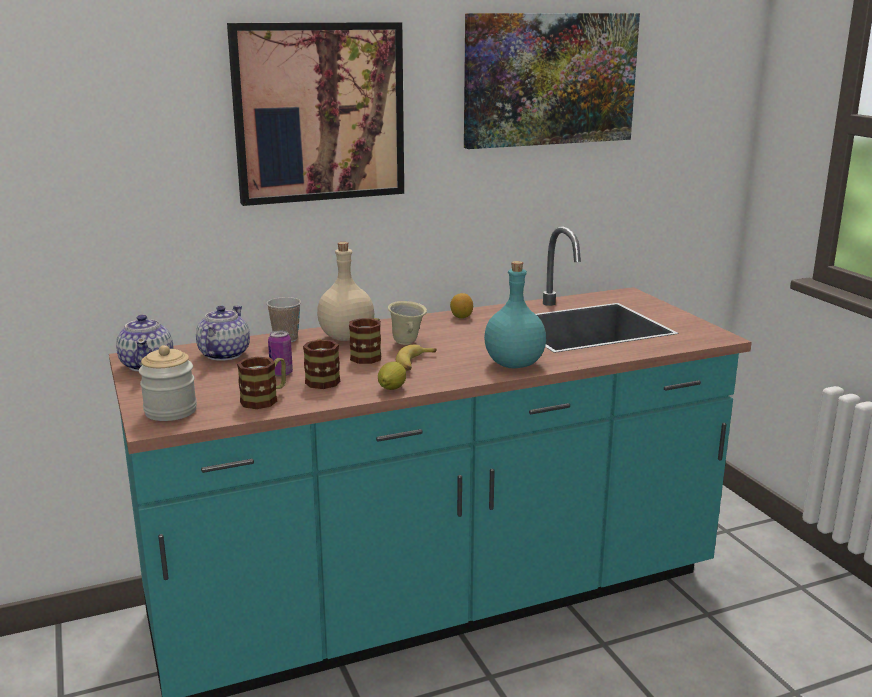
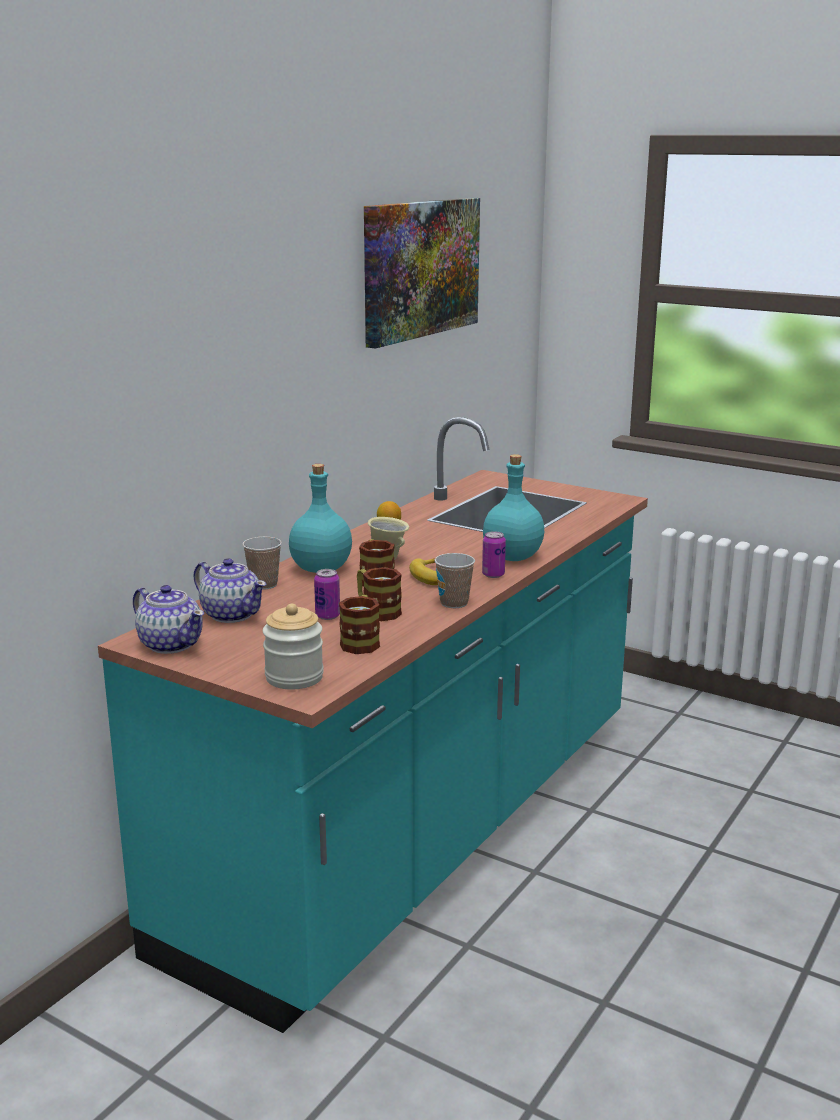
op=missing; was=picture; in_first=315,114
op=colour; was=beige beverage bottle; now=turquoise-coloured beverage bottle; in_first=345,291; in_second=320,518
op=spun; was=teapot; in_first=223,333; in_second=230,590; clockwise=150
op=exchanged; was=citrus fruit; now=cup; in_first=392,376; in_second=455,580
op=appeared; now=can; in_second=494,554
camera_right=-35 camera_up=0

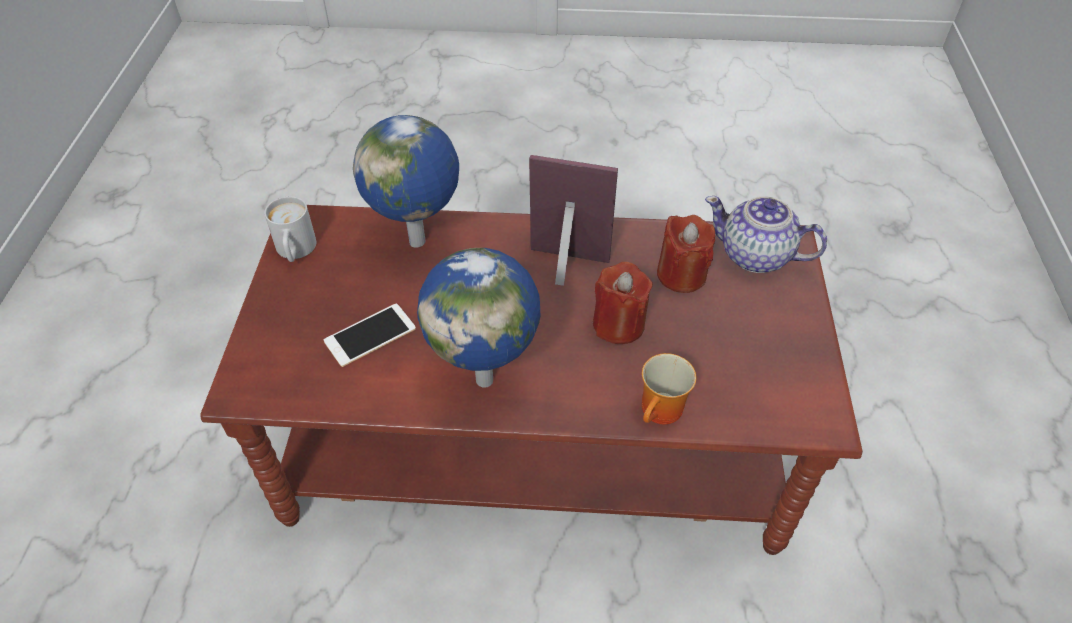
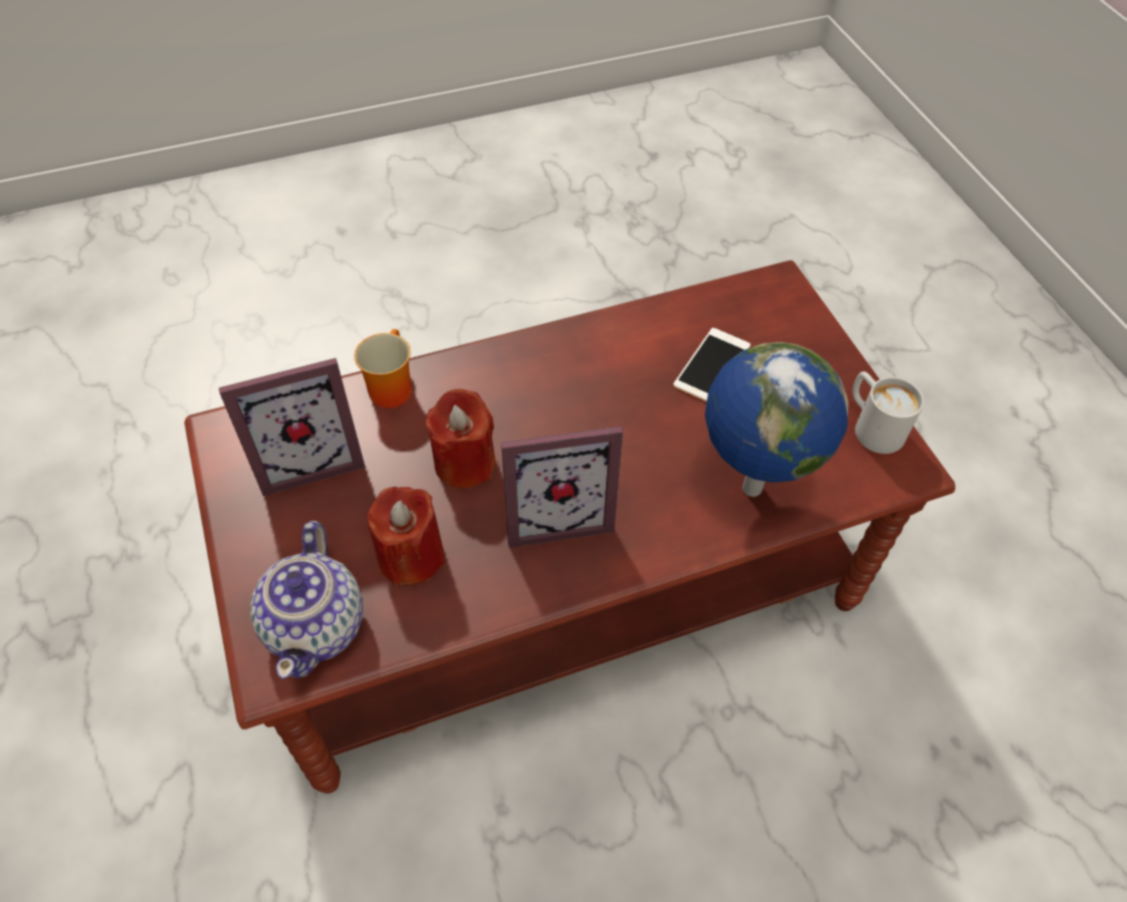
op=spun; was=teapot; in_first=766,234; in_second=306,600; clockwise=90
op=missing; was=world globe; in_first=478,318
op=appeared; now=standing frame; in_second=292,427
camera_right=155 camera_up=5

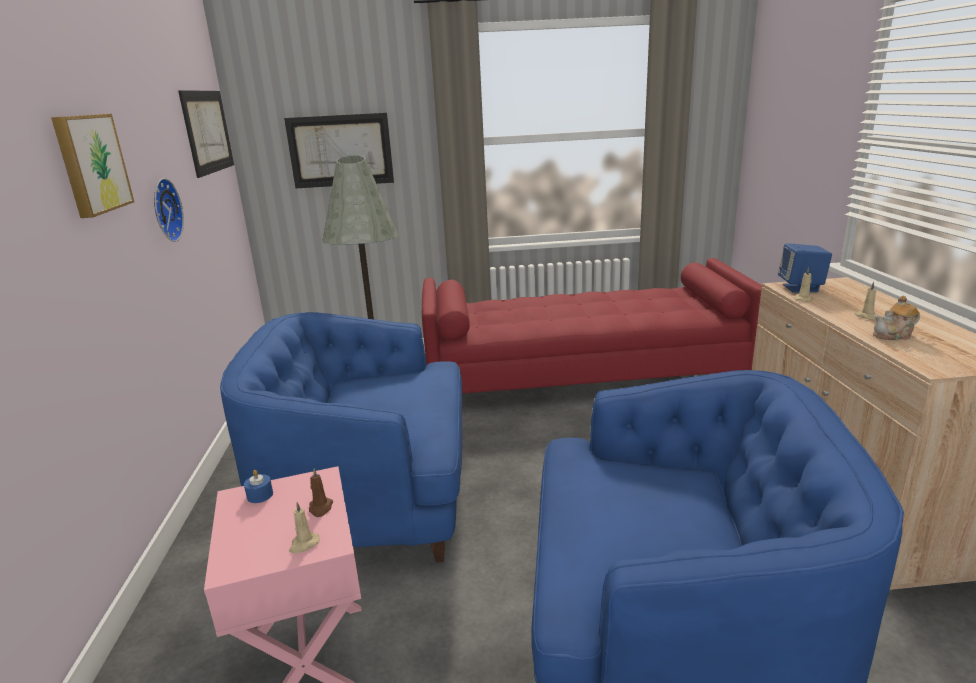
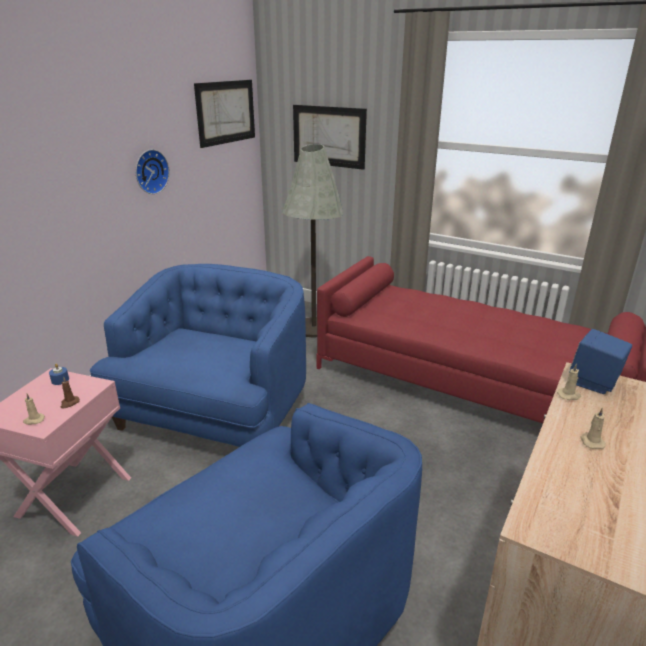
op=missing; was=picture; in_first=92,166
op=missing; was=teapot; in_first=896,318
op=spun; was=blue lounge chair; in_first=341,437; in_second=198,355; clockwise=75
camera_right=35 camera_up=5

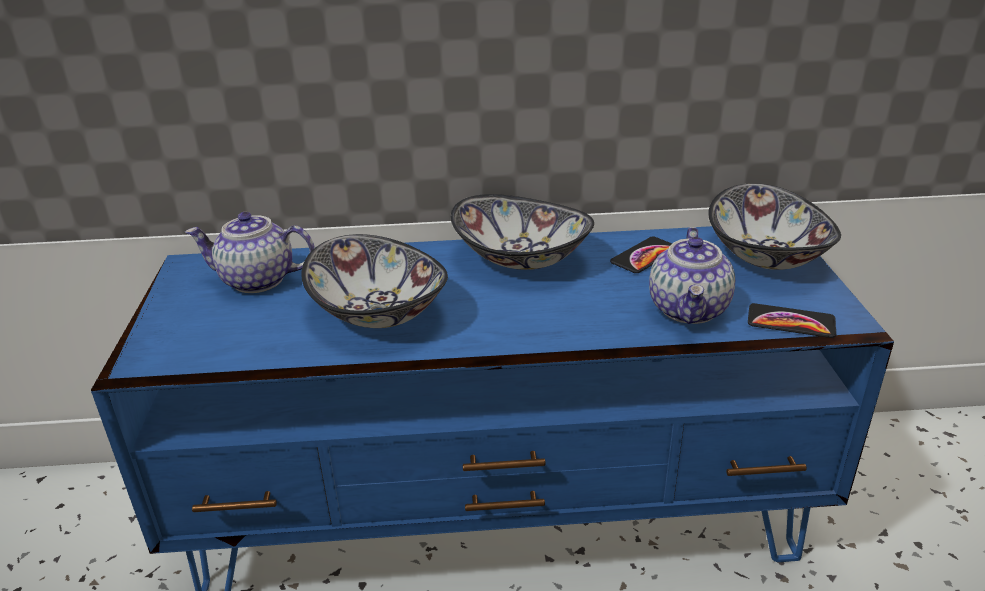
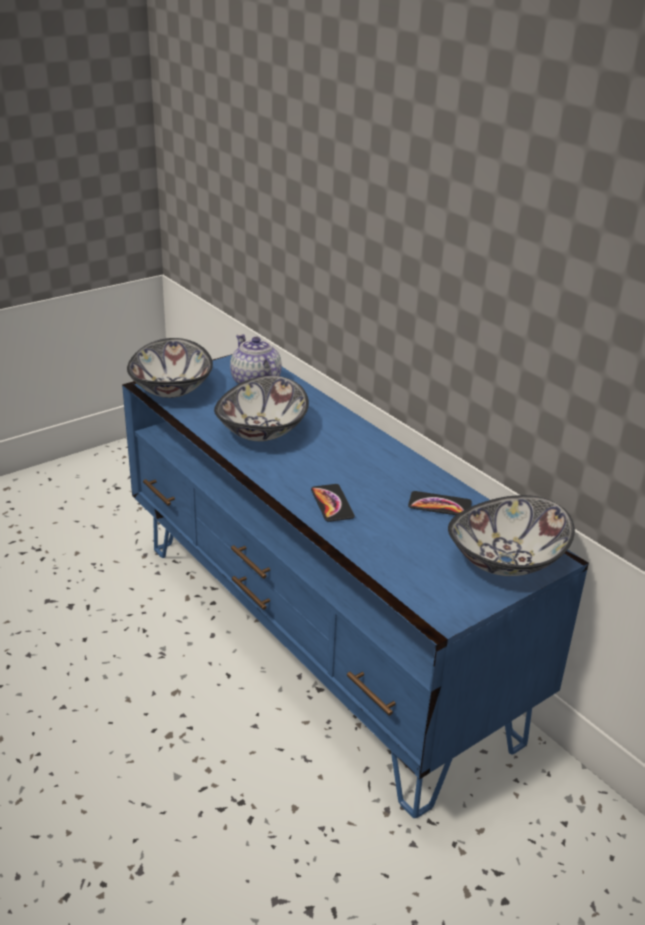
op=relocated; was=bowl; in_first=522,232; in_second=170,368
op=missing; was=teapot; in_first=692,275
op=relocated; was=telephone; in_first=792,320; in_second=333,503
camera_right=55 camera_up=0

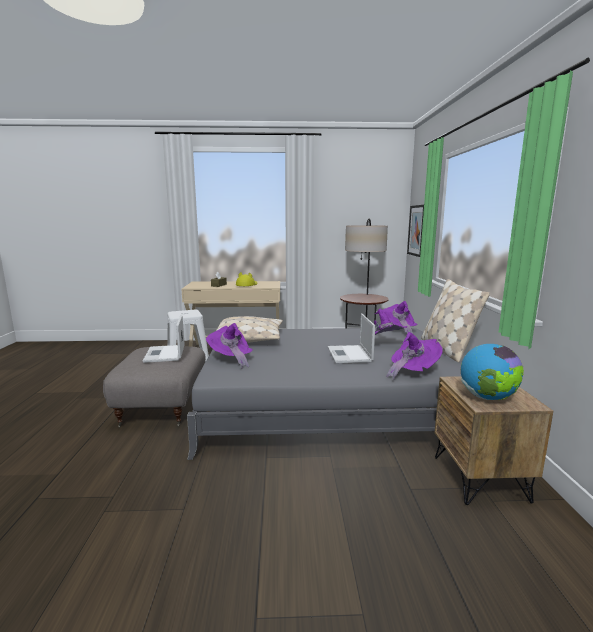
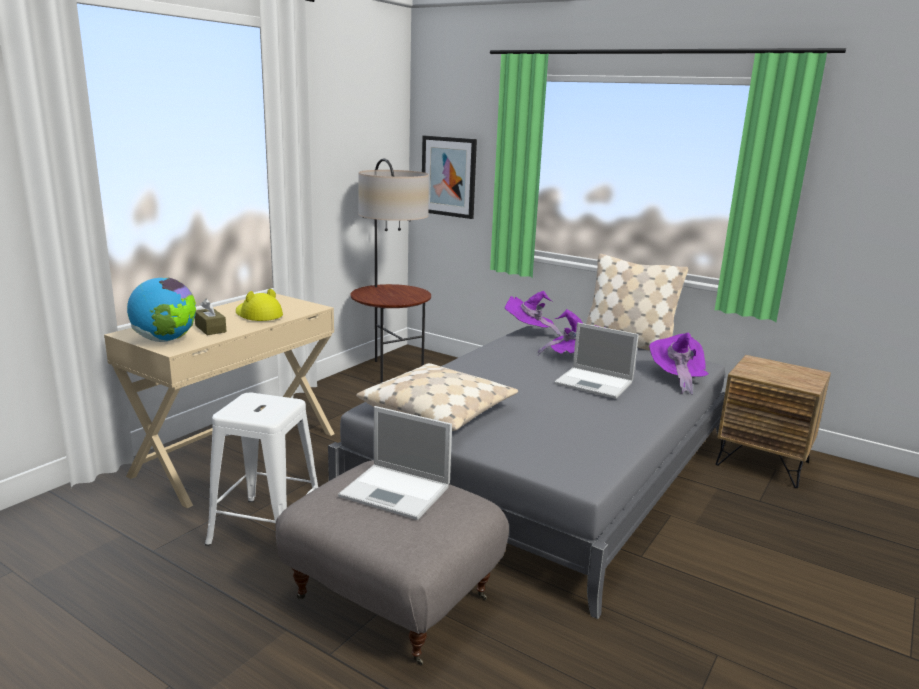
op=missing; was=purple-coloured hat; in_first=229,346
op=relocated; was=world globe; in_first=492,372; in_second=161,309
camera_right=-55 camera_up=5

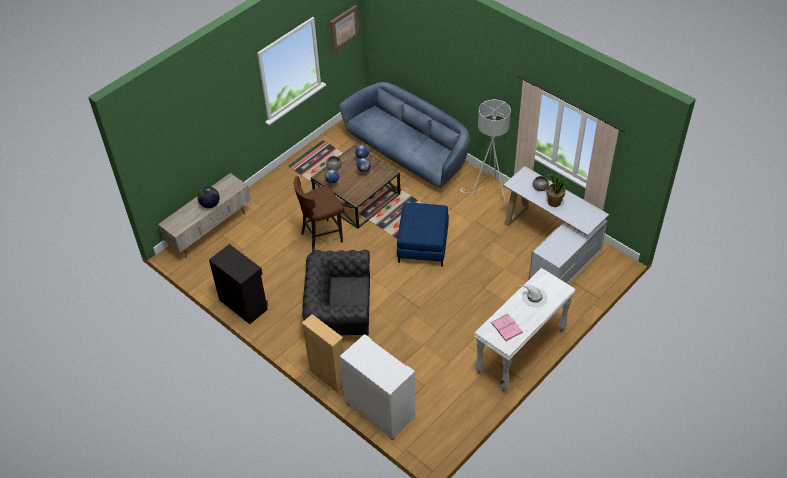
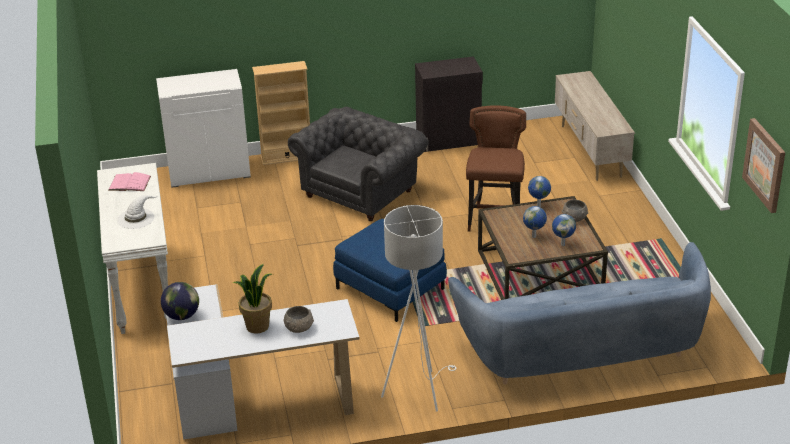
op=relocated; was=world globe; in_first=209,197; in_second=180,301
camera_right=125 camera_up=-15

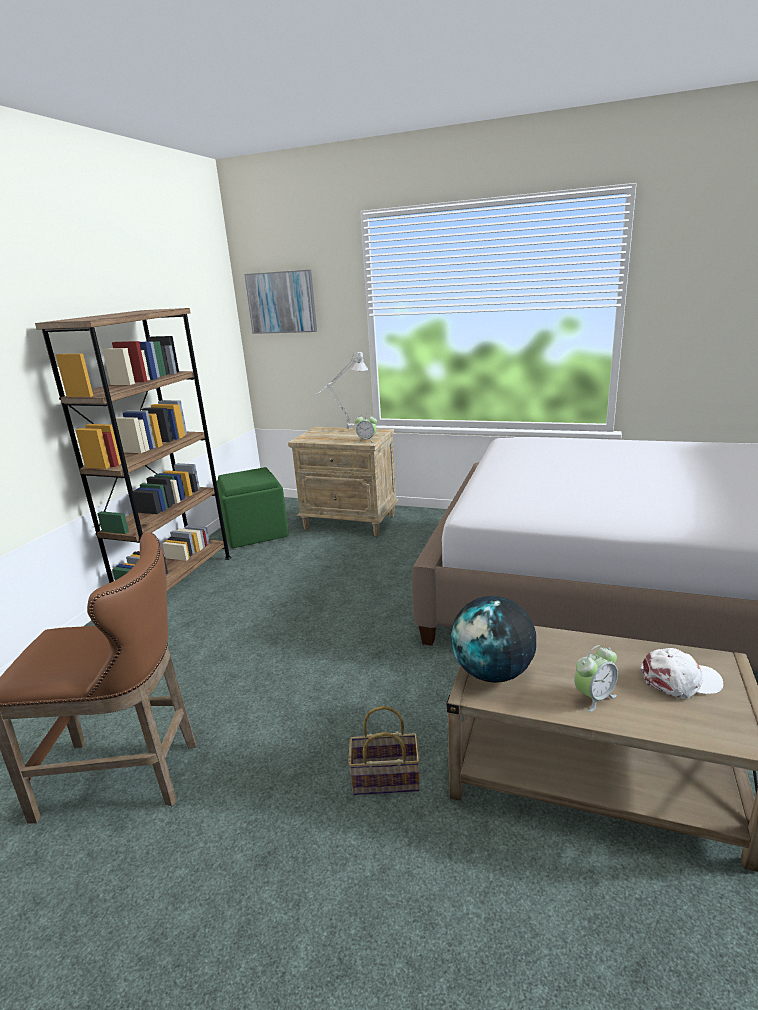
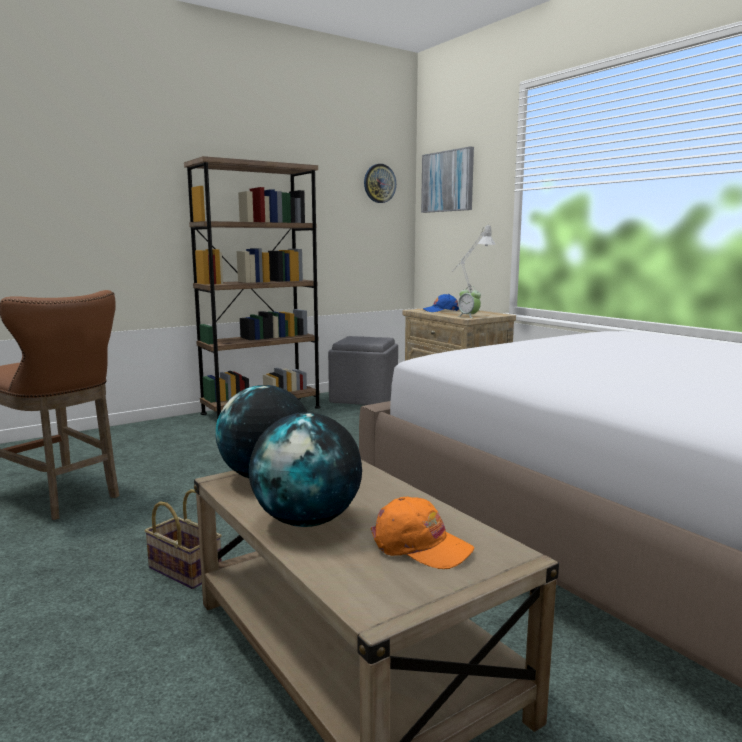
op=colour; was=green-coloured footrest; now=greyish footrest; in_first=252,507; in_second=363,370
op=exchanged; was=bedside clock; now=world globe; in_first=596,678; in_second=305,469
op=colour; was=white baseball cap; now=orange baseball cap; in_first=681,673; in_second=422,533
op=appeared; now=hanging clock; in_second=380,183
op=appeared; now=blue baseball cap; in_second=441,303
camera_right=35 camera_up=-10

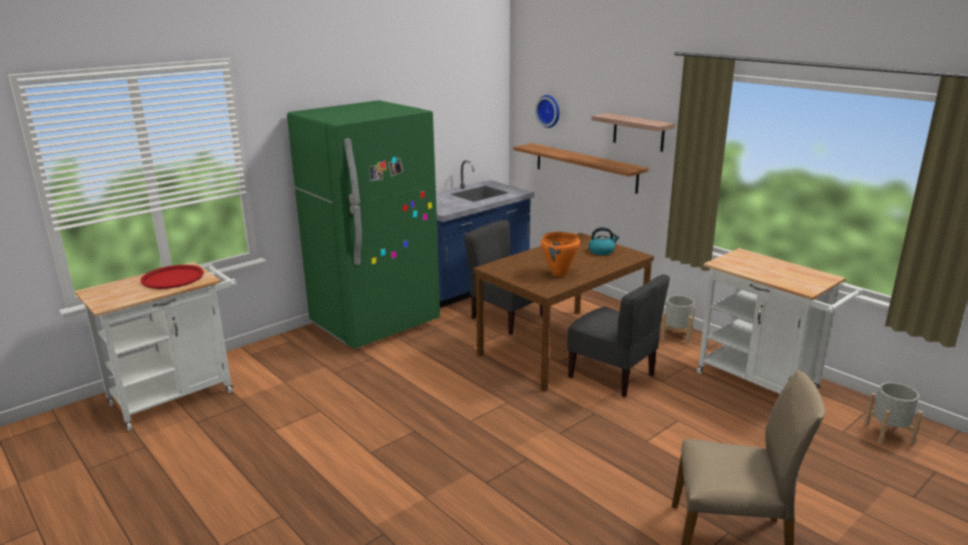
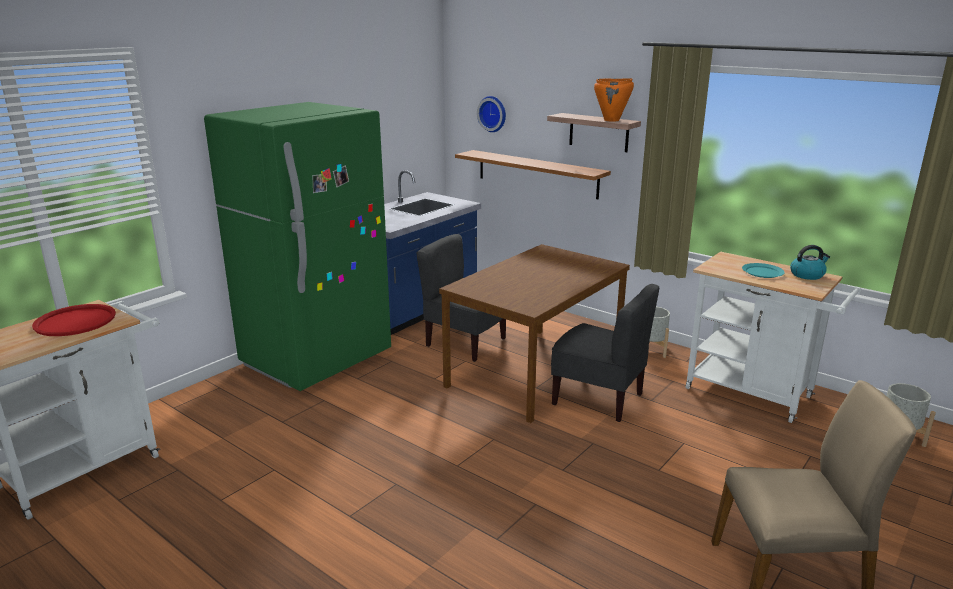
op=relocated; was=kettle; in_first=604,241; in_second=810,262
op=relocated; was=orange cooking pot; in_first=560,254; in_second=614,100
op=appeared; now=turquoise-coloured plate; in_second=763,270
camera_right=-10 camera_up=0

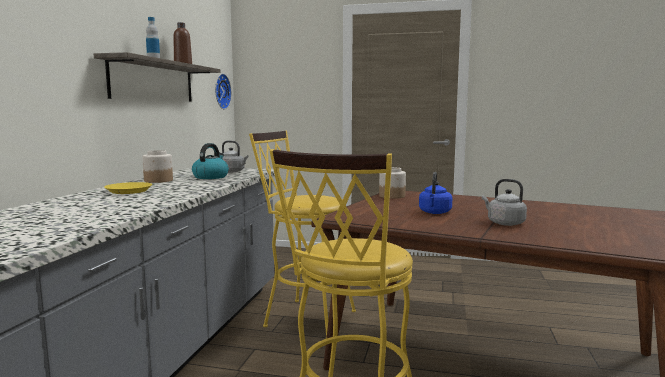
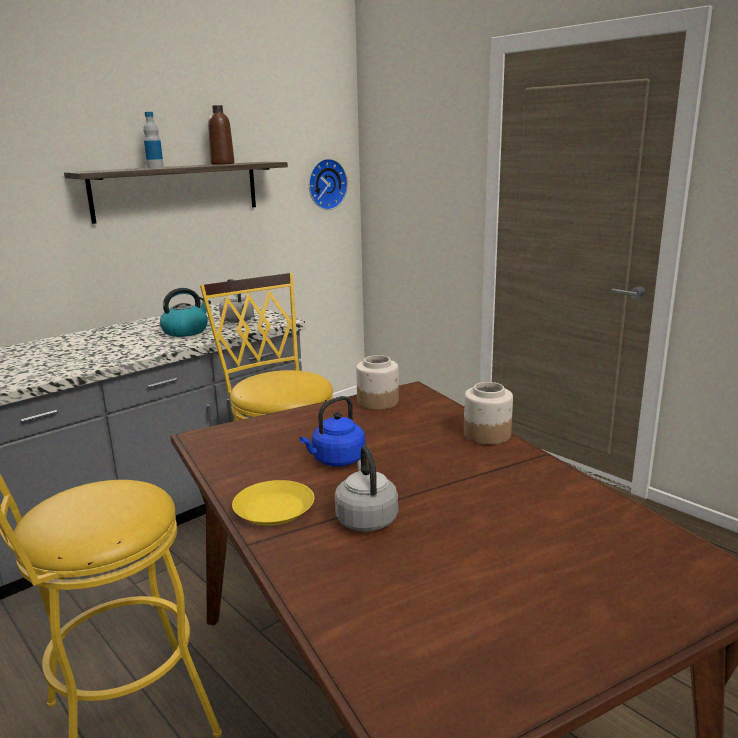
op=relocated; was=jar; in_first=157,166; in_second=488,413
op=relocated; was=yellowish plate; in_first=128,188; in_second=273,503
camera_right=35 camera_up=10

